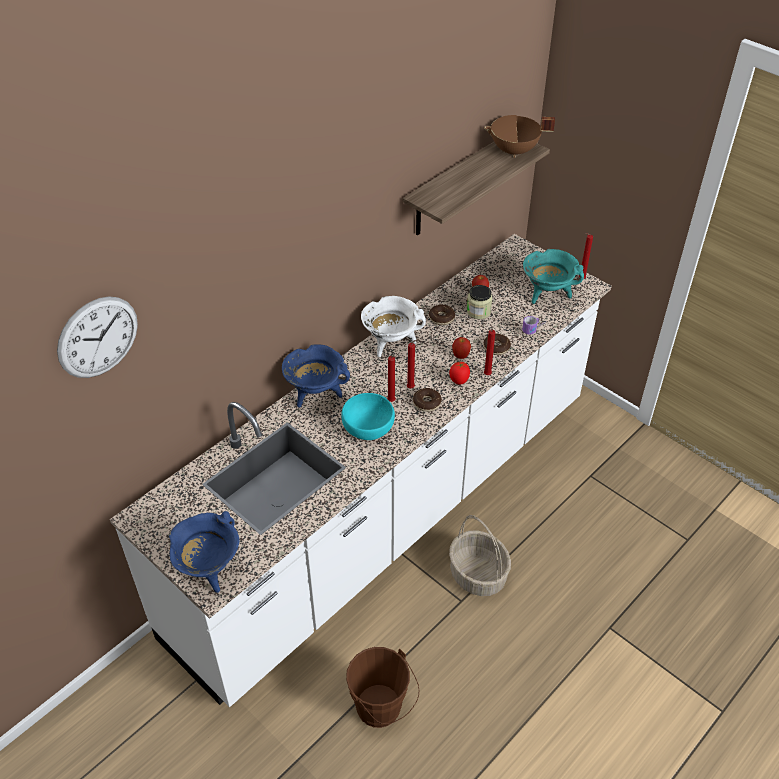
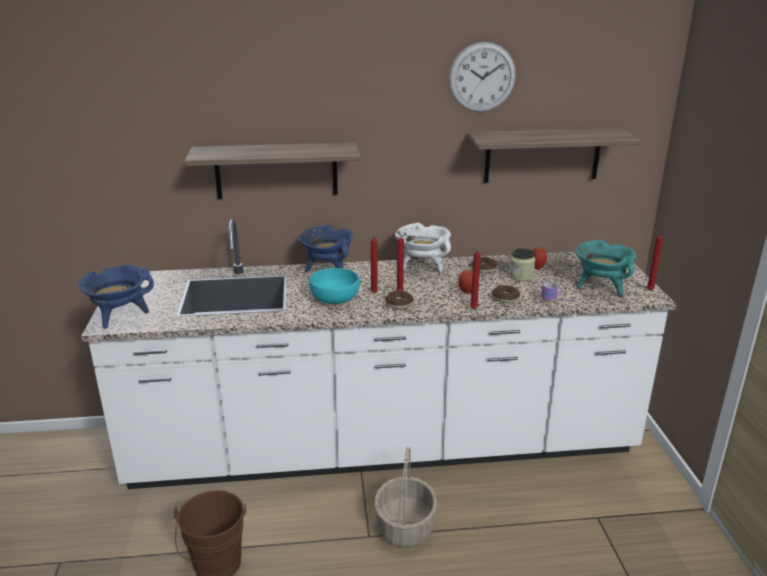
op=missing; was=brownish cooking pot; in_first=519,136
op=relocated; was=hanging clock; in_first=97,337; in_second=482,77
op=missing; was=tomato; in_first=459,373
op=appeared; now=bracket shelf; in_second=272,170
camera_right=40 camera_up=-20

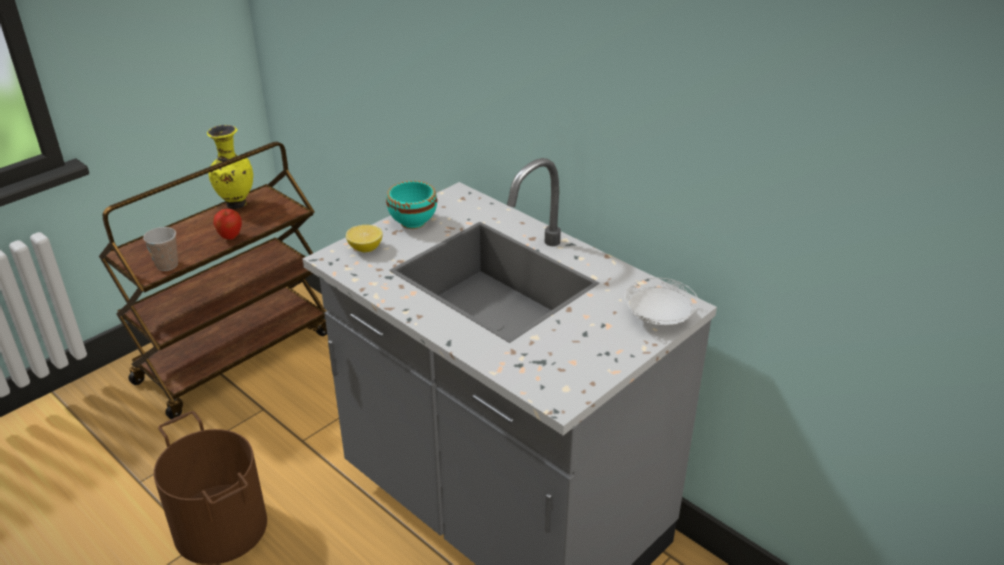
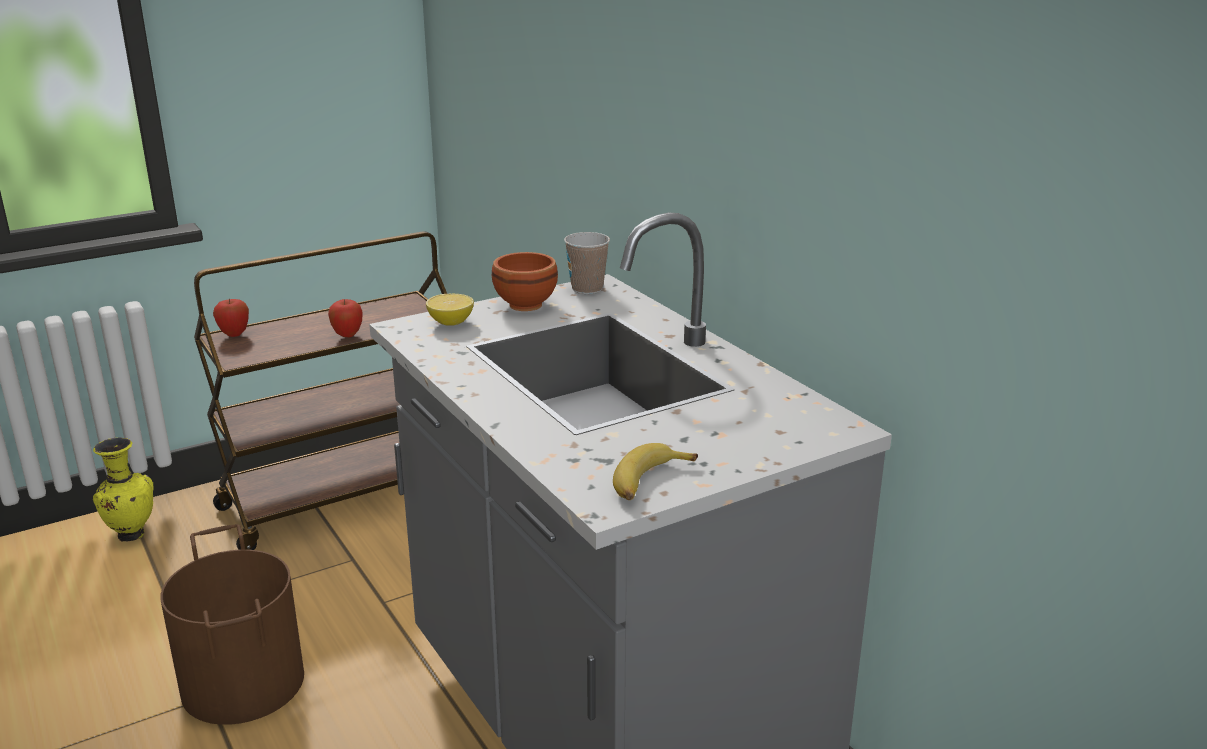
op=relocated; was=yellowish decorative vase; in_first=230,167; in_second=123,489
op=colour; was=turquoise-coloured bowl; now=brownish bowl; in_first=411,205; in_second=525,281
op=relocated; was=cup; in_first=160,249; in_second=587,263
op=missing; was=white plate; in_first=661,301
op=appeared; now=whole apple; in_second=231,318
op=appeared; now=whole banana; in_second=655,471
camera_right=15 camera_up=-10

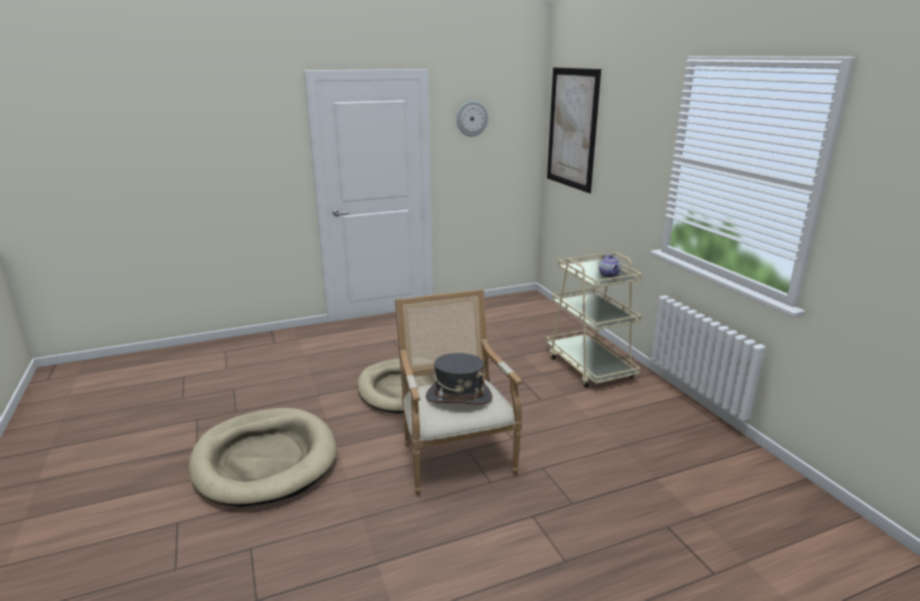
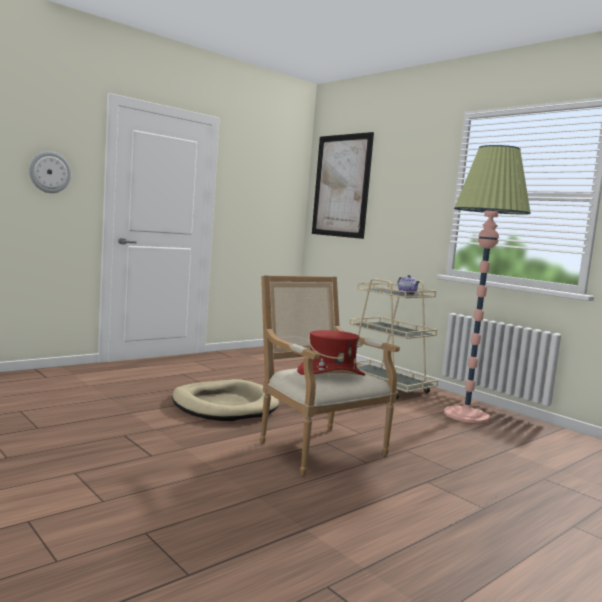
op=relocated; was=hanging clock; in_first=472,118; in_second=50,172
op=colour; was=greyish hat; now=red hat; in_first=459,379; in_second=331,353
op=missing; was=beige dog bed; in_first=263,457
op=appeared; now=standard lamp; in_second=487,284
camera_right=-20 camera_up=-15

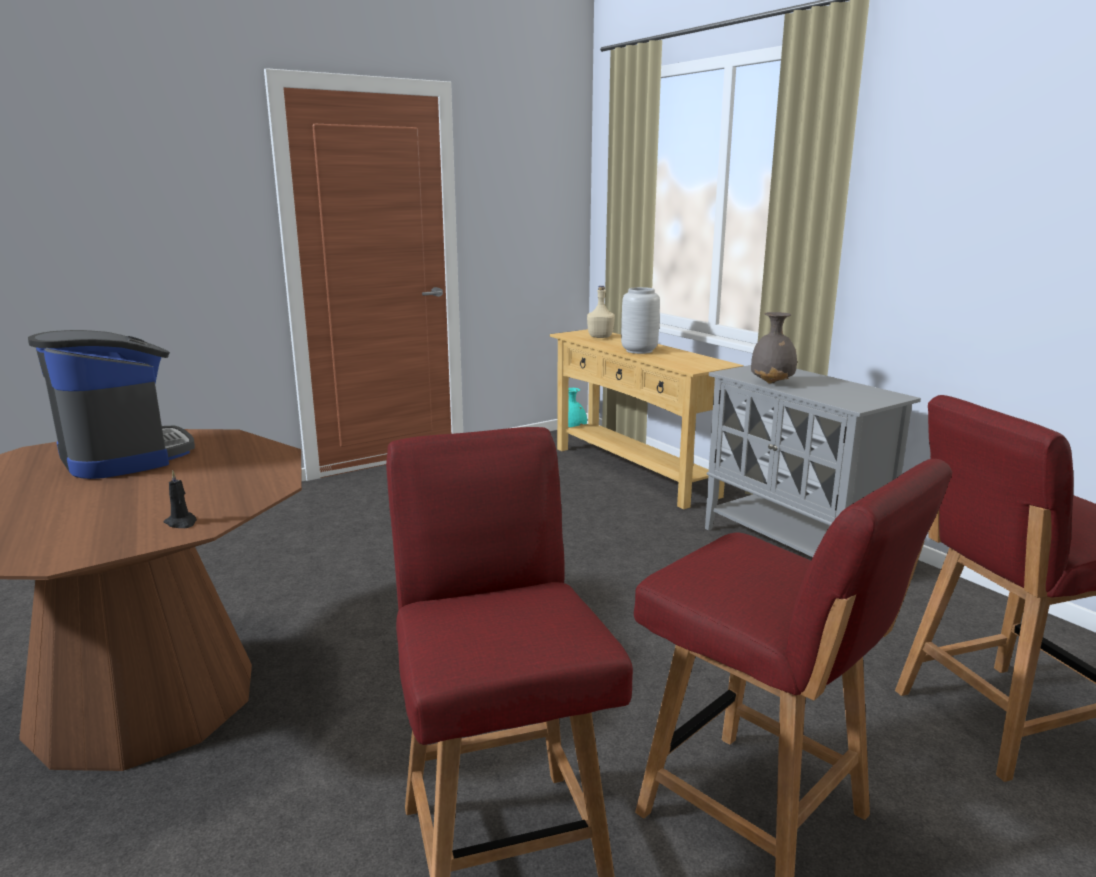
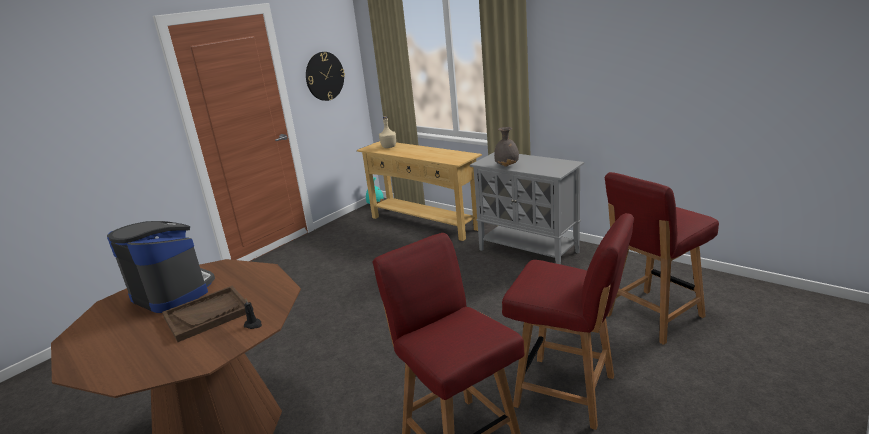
op=missing; was=greyish decorative vase; in_first=640,320
op=appeared; now=hanging clock; in_second=325,76
op=appeared; now=brownish tray; in_second=204,314
camera_right=-15 camera_up=5

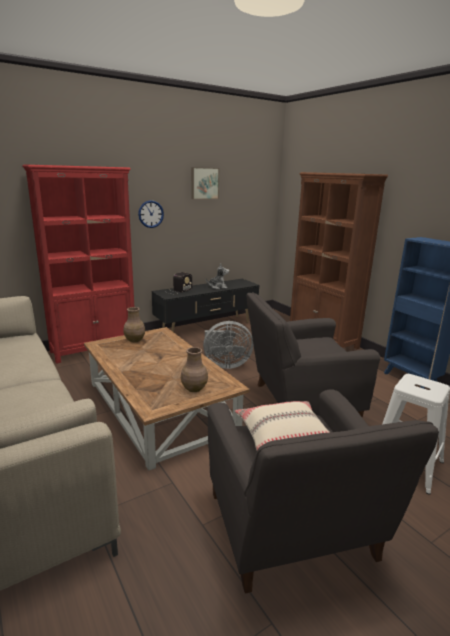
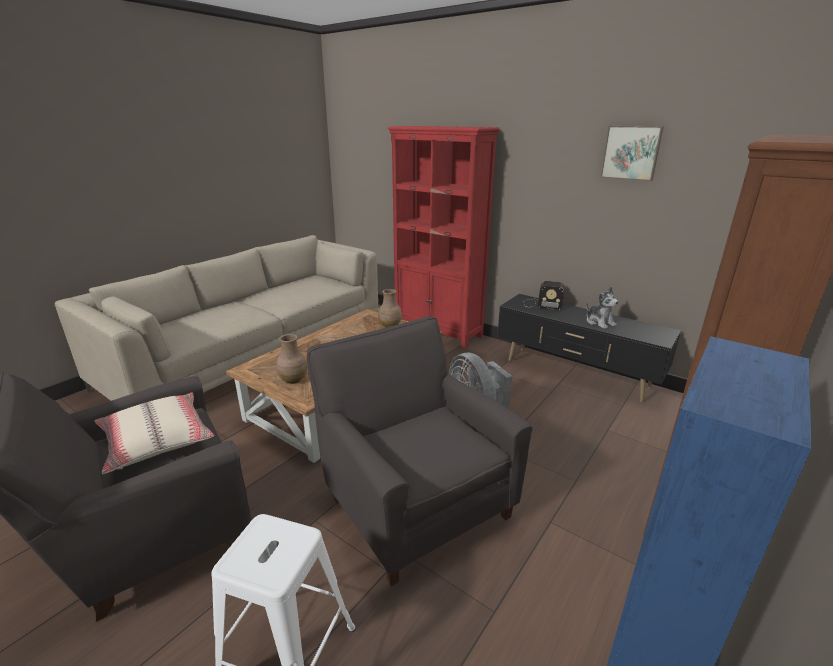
op=missing; was=hanging clock; in_first=151,214
camera_right=70 camera_up=5

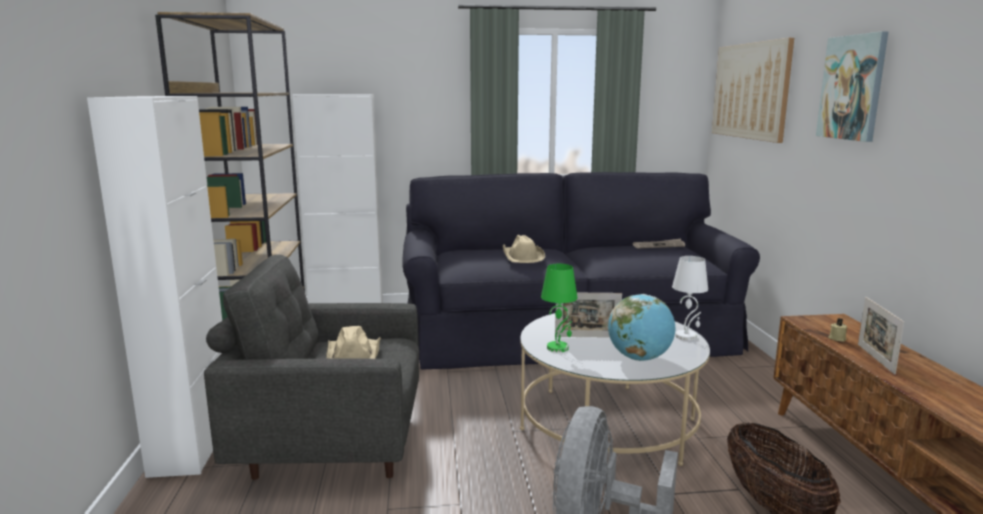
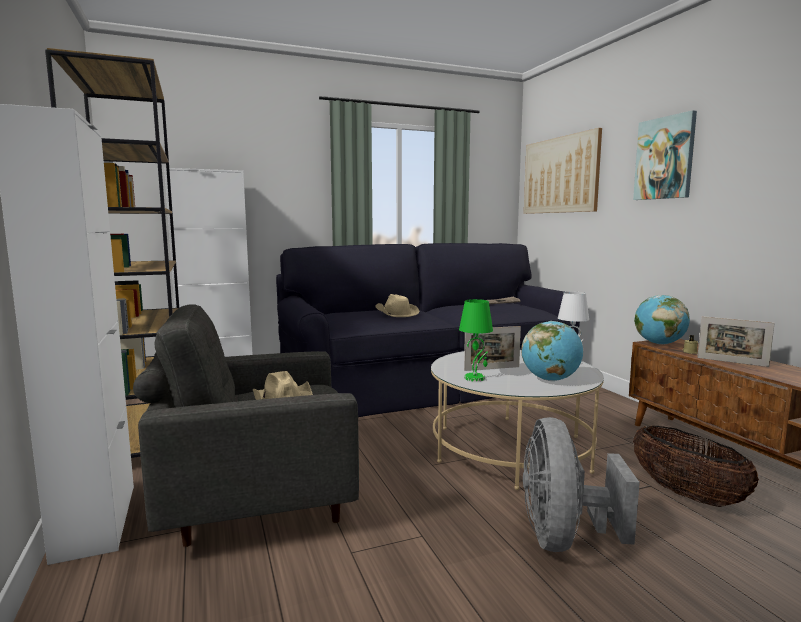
op=spun; was=standing frame; in_first=881,335; in_second=736,341; clockwise=-45
op=appeared; now=world globe; in_second=662,320
camera_right=-15 camera_up=-5

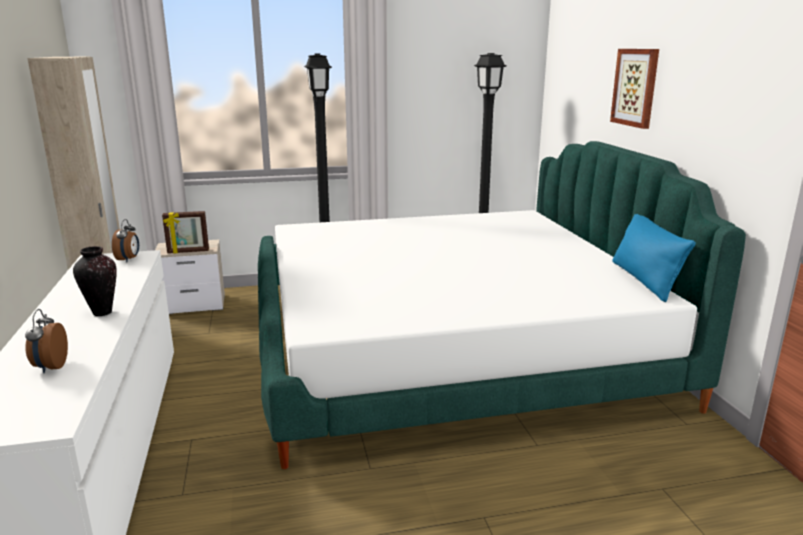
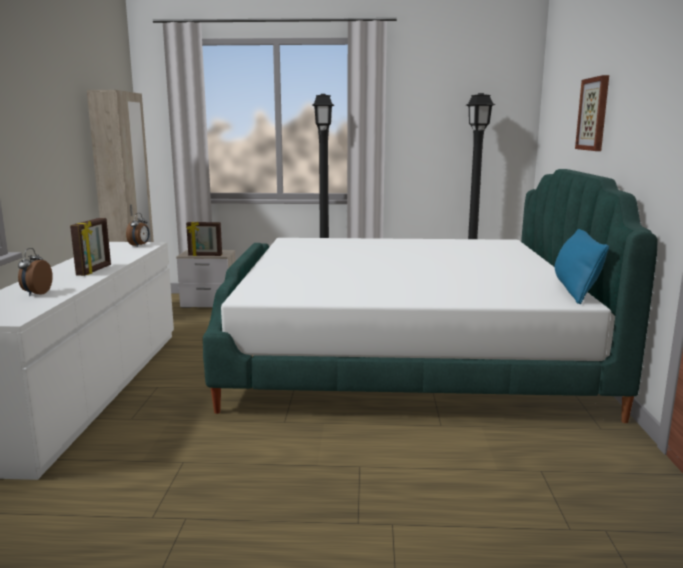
op=exchanged; was=decorative vase; now=standing frame; in_first=95,281; in_second=90,247
camera_right=15 camera_up=-5

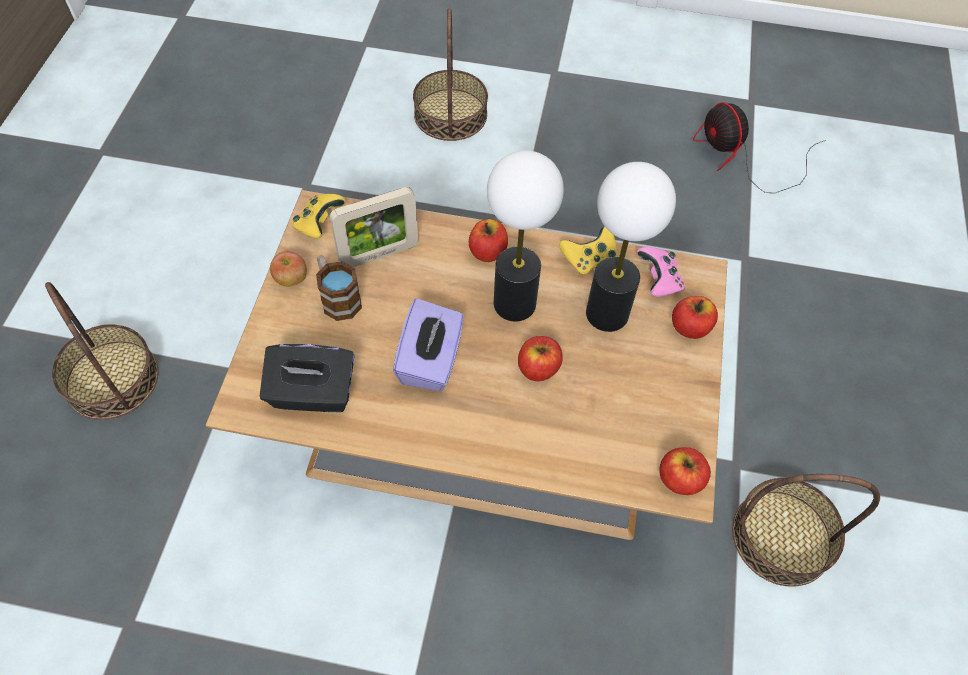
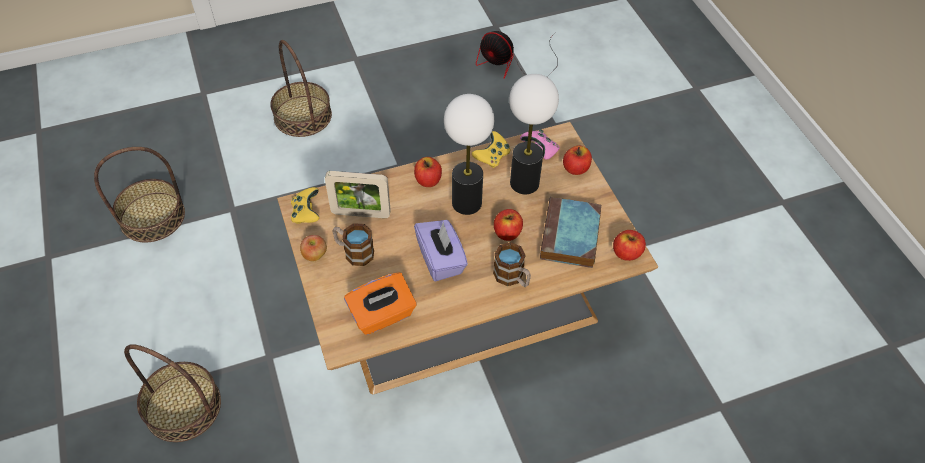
op=spun; was=standing frame; in_first=374,227; in_second=358,194; clockwise=60
op=colour; was=black-coloured tissue box; now=orange tissue box; in_first=307,378; in_second=380,303
op=relocated; was=basket; in_first=806,530; in_second=139,194
op=appeared; now=book; in_second=570,232
op=appeared; now=coffee mug; in_second=512,264
camera_right=-30 camera_up=-5

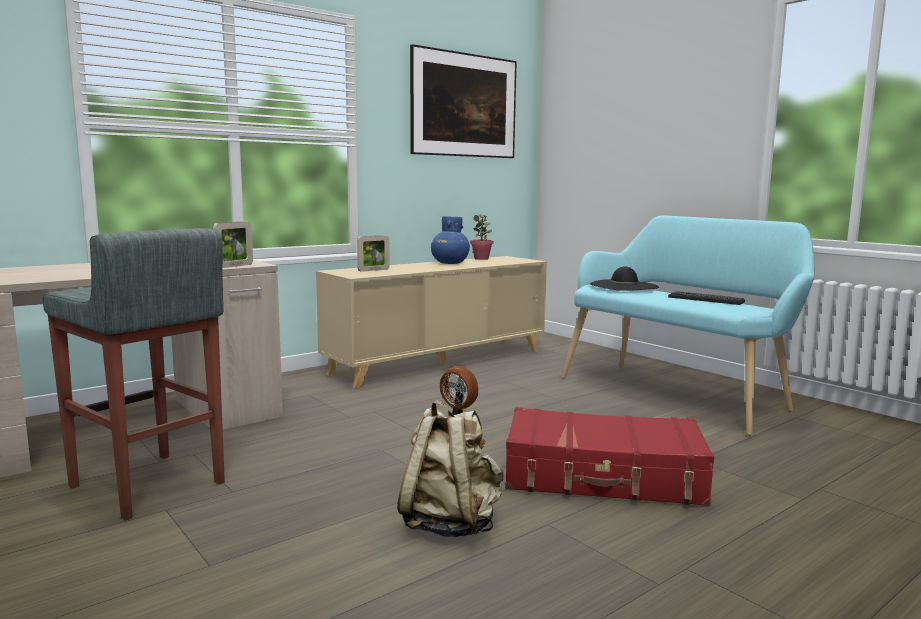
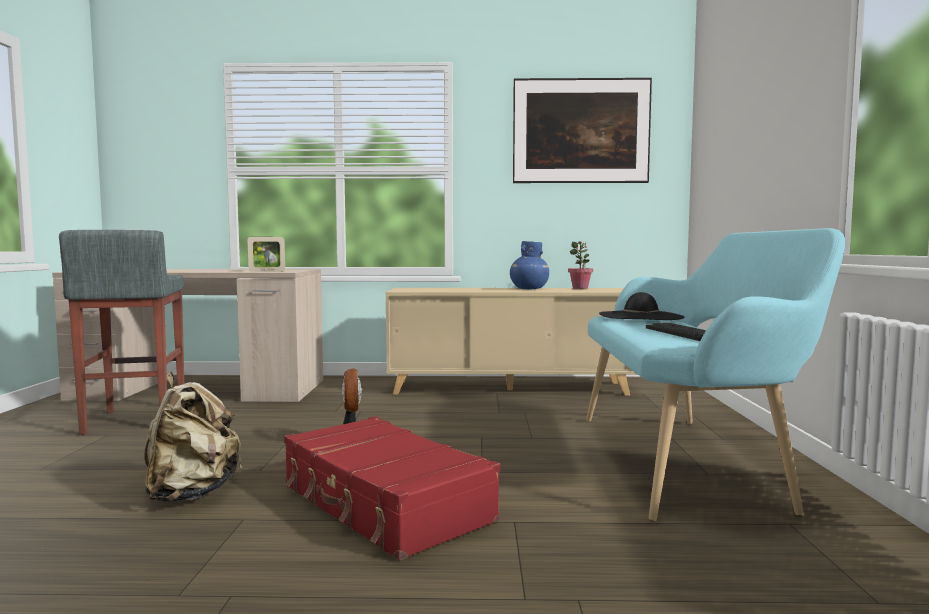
op=missing; was=standing frame; in_first=373,253
camera_right=40 camera_up=-5

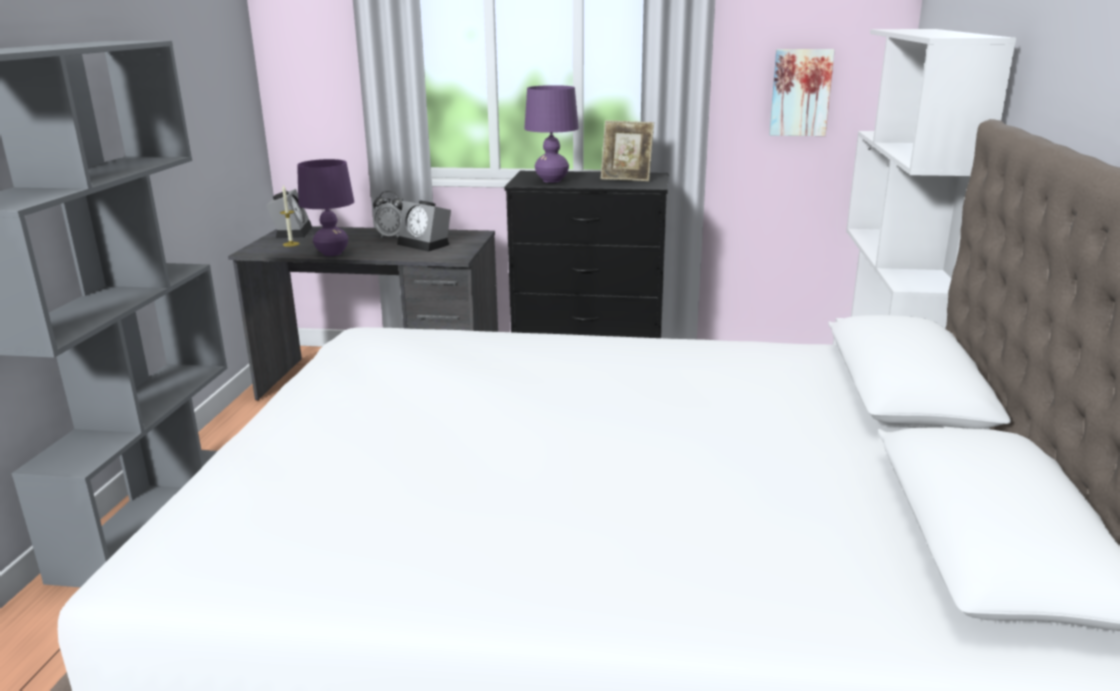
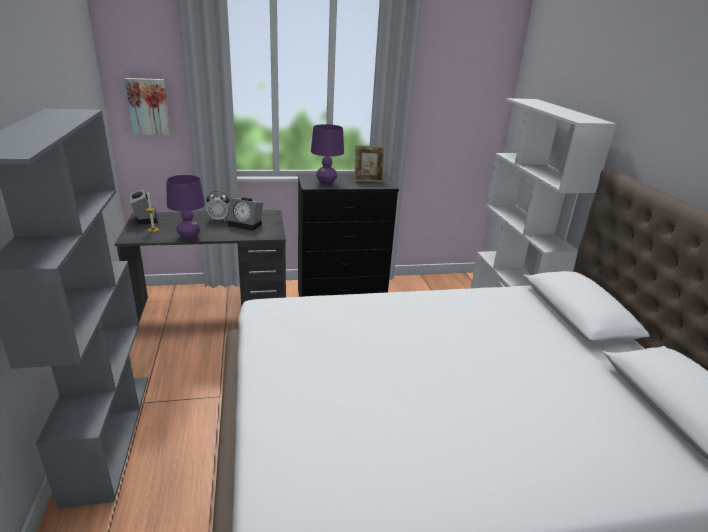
op=relocated; was=picture; in_first=802,92; in_second=147,106
camera_right=-20 camera_up=5

